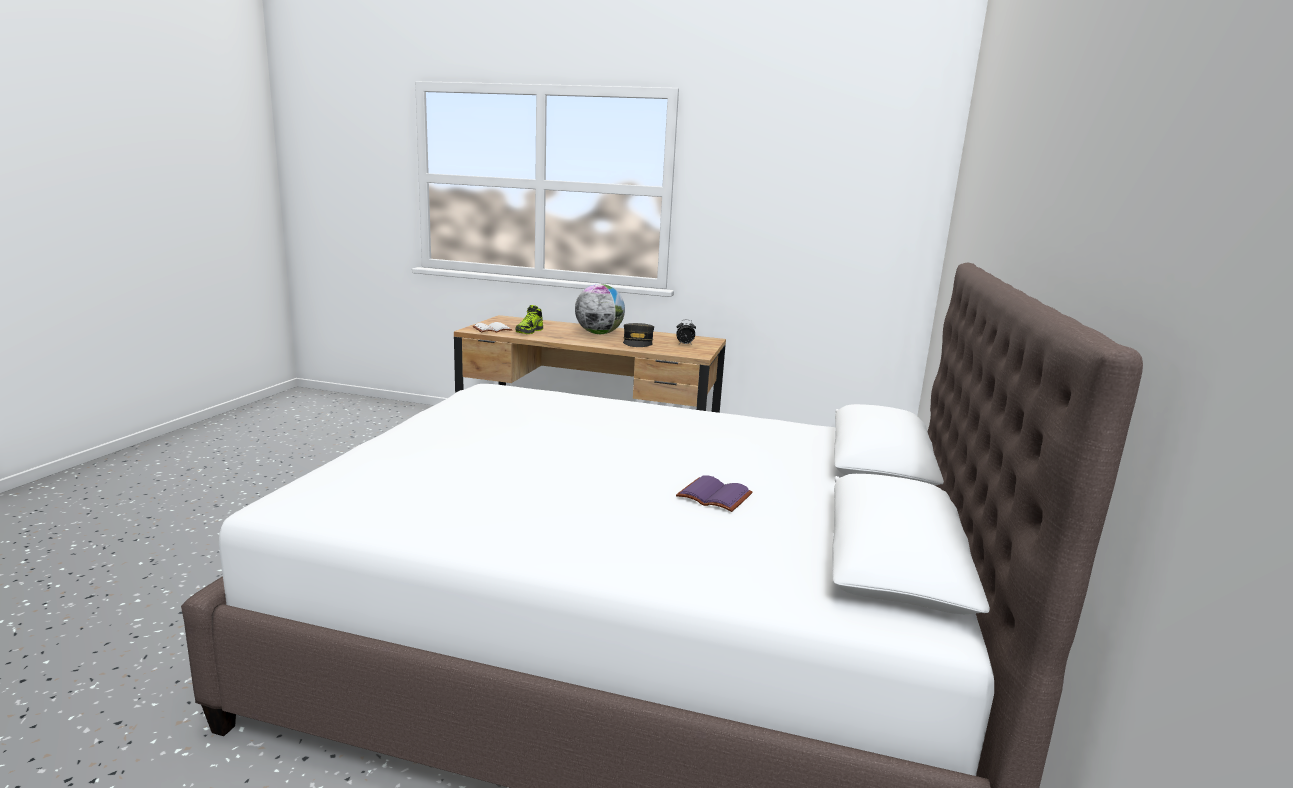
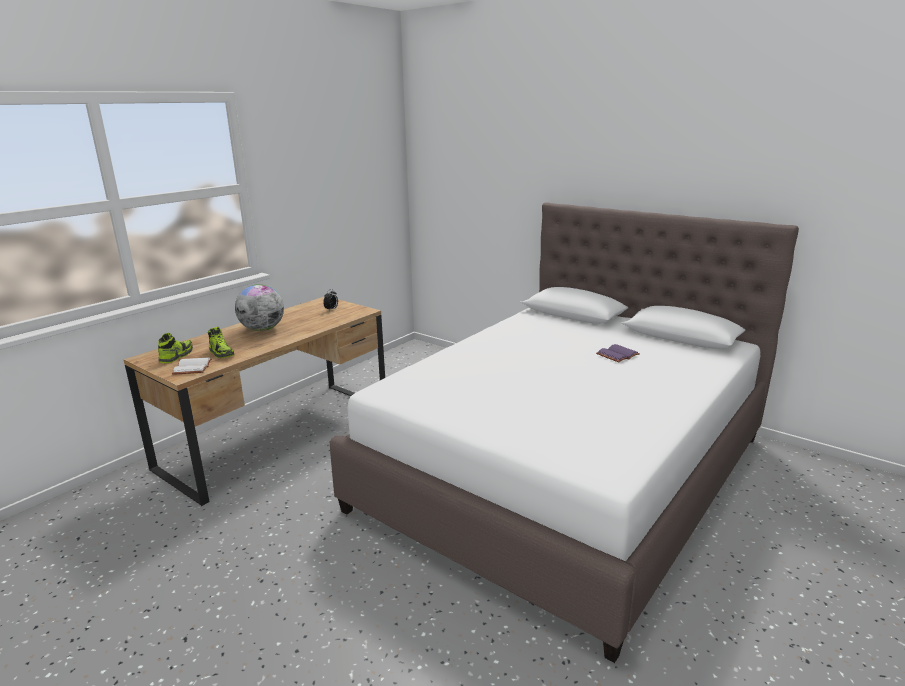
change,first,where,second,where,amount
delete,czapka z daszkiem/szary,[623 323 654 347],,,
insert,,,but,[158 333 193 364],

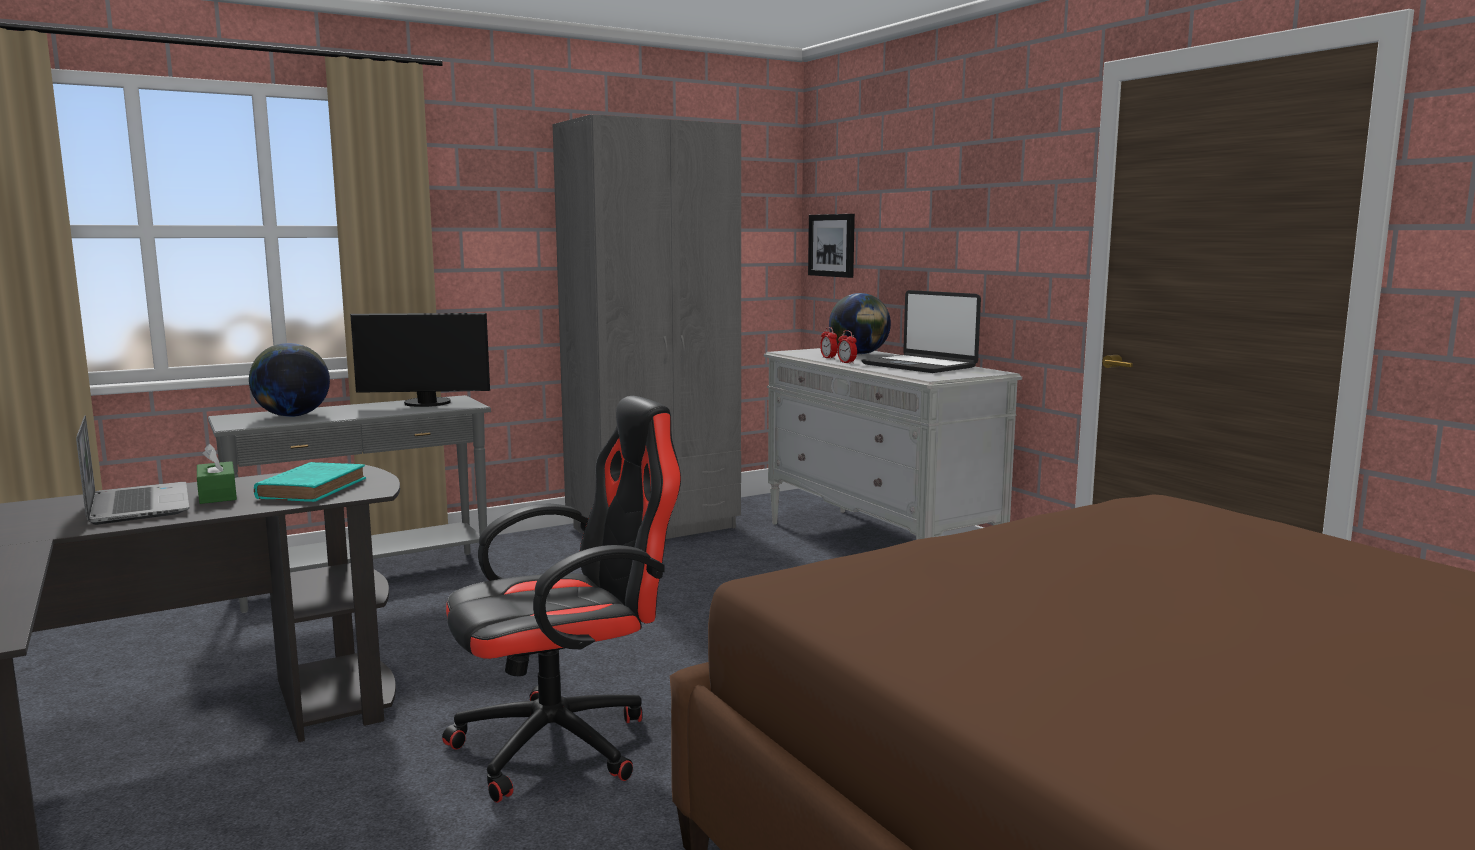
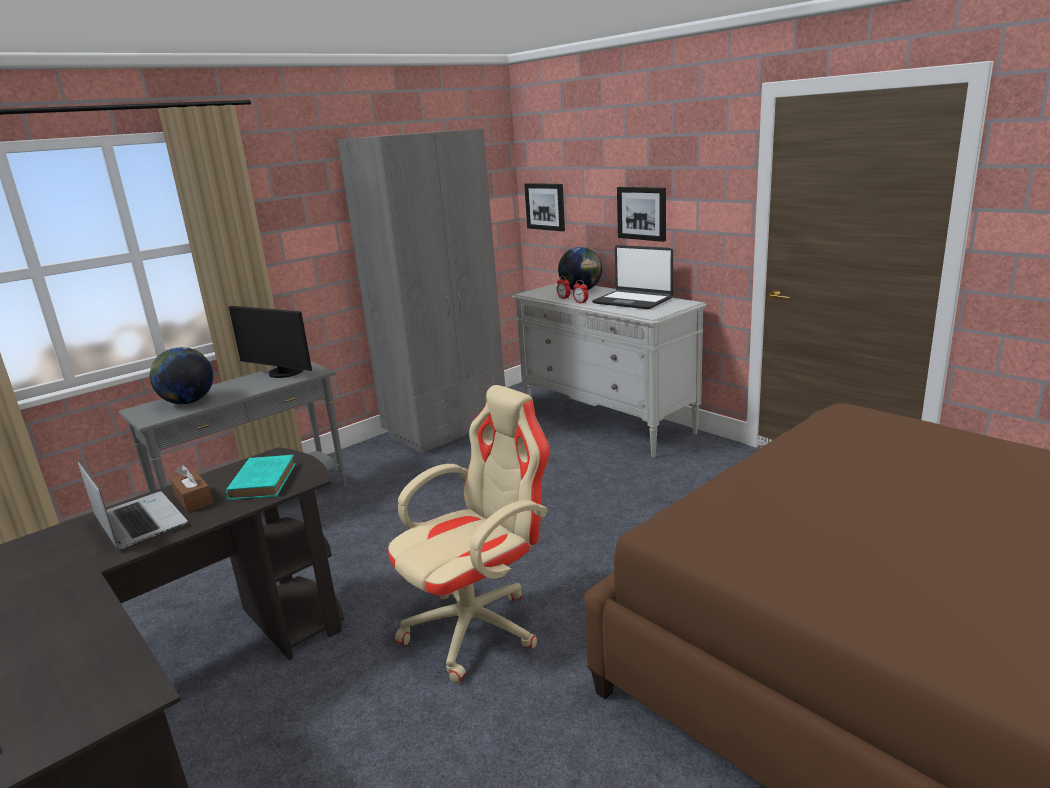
change,first,where,second,where,amount
recolor,pudełko chusteczek/zielony,[197 444 237 504],pudełko chusteczek/brązowy,[170 465 213 512],
rotate,monitor,[350 313 490 407],,[229 306 312 378],45 degrees clockwise
recolor,krzesło biurowe/czarny,[442 396 681 803],krzesło biurowe/beżowy,[388 385 549 684],
insert,,,obraz,[617 187 666 242],

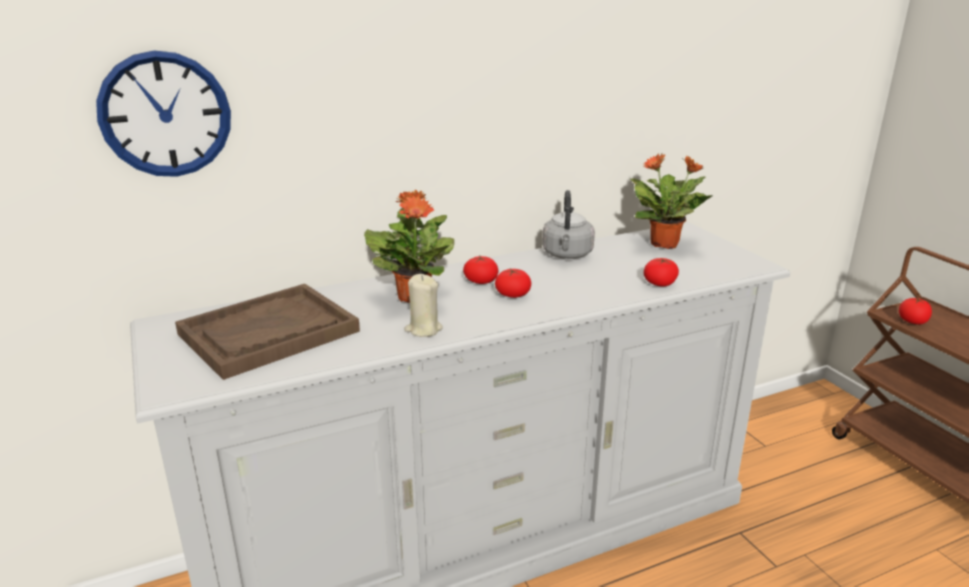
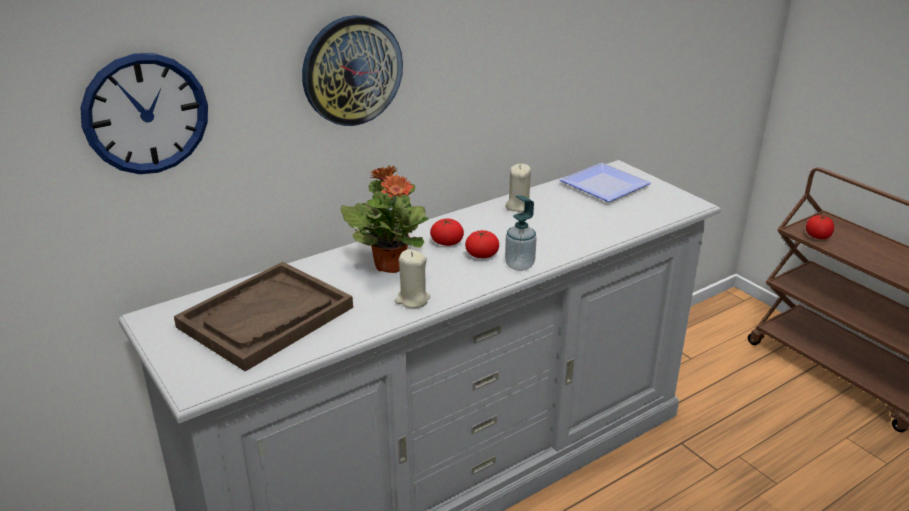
change,first,where,second,where,amount
replace,czajnik/szary,[542 190 595 259],świeca/beżowy,[505 164 531 212],
replace,roślina doniczkowa,[630 154 713 249],talerz,[559 163 651 202],
delete,pomidor,[644 258 679 286],,,
insert,,,zegar ścienny,[302 15 403 126],
insert,,,dozownik mydła,[505 195 537 271],

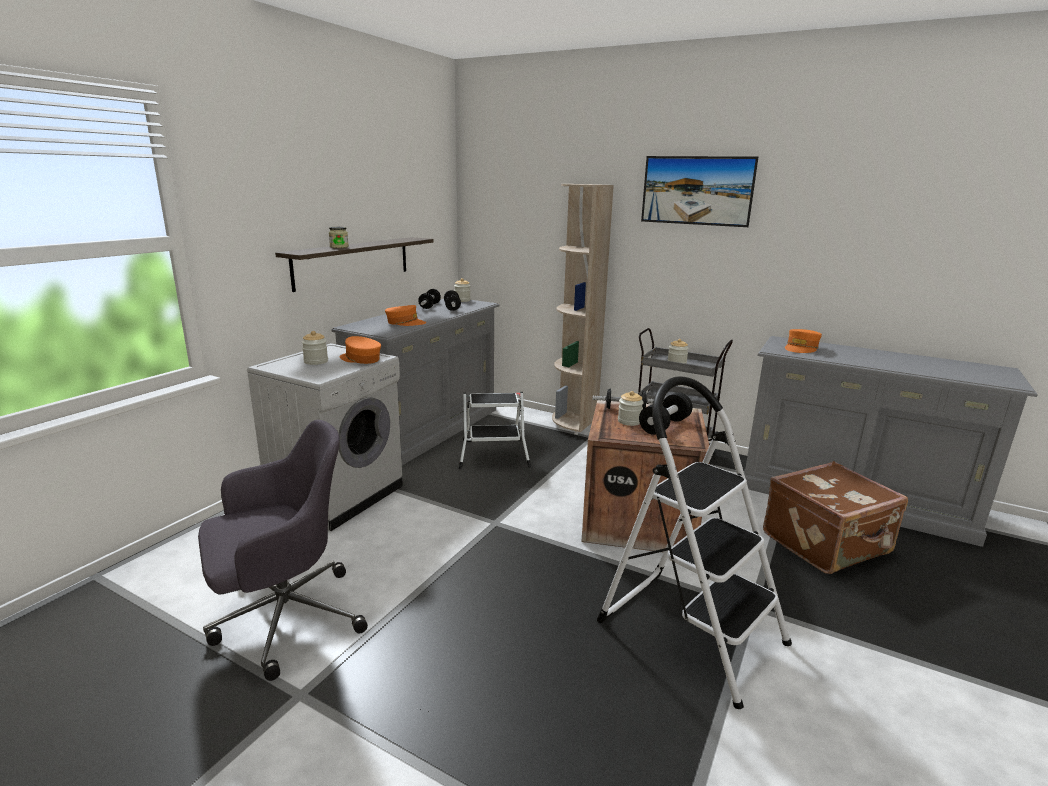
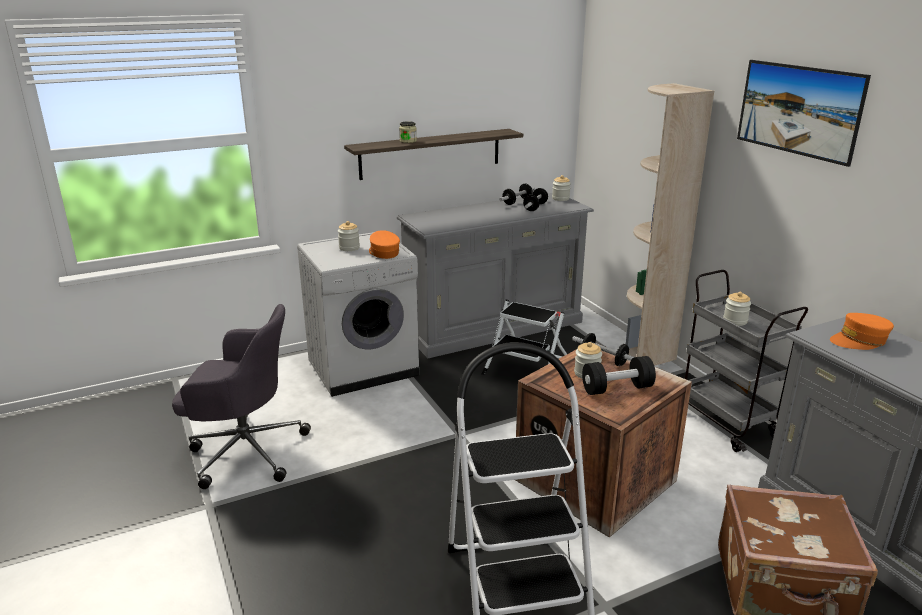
change,first,where,second,where,amount
delete,czapka z daszkiem/pomarańczowy,[385 305 427 326],,,

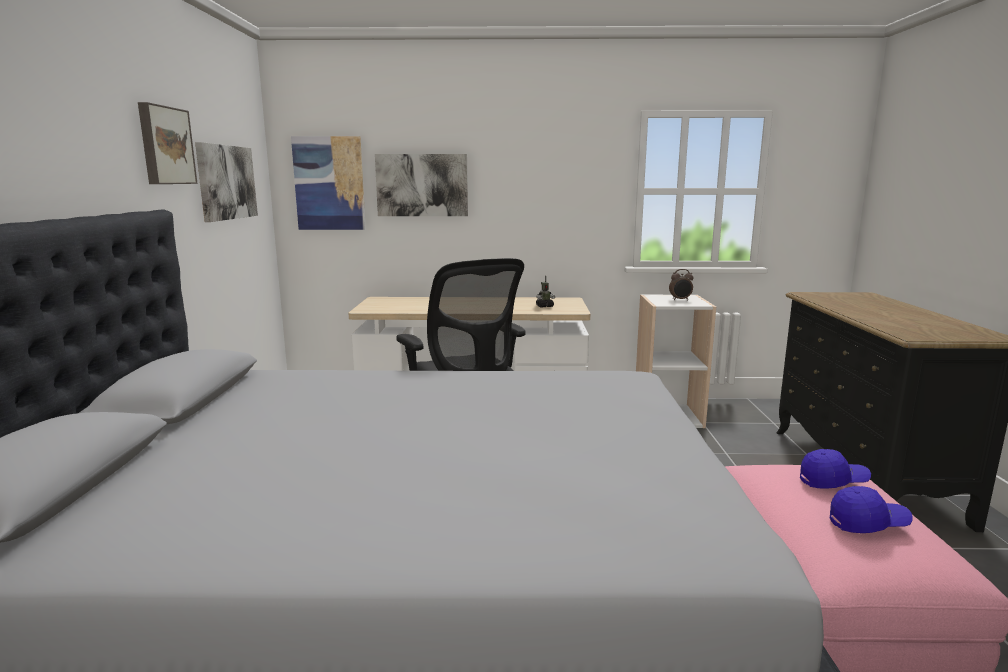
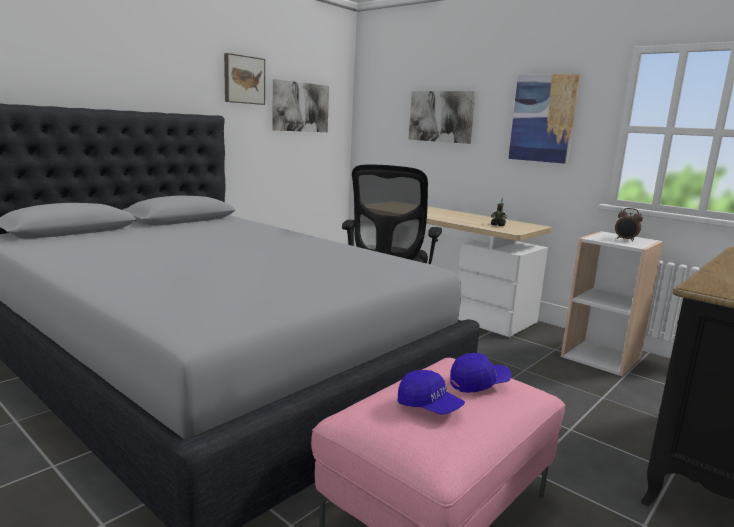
change,first,where,second,where,amount
move,obraz,[291 136 366 230],,[508 74 580 164],
rotate,czapka z daszkiem/niebieski,[800 449 871 489],,[450 353 511 393],60 degrees counterclockwise

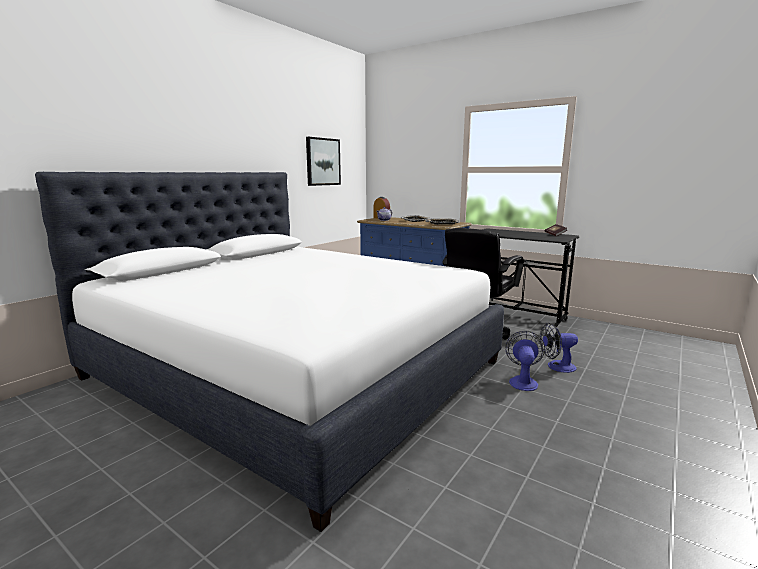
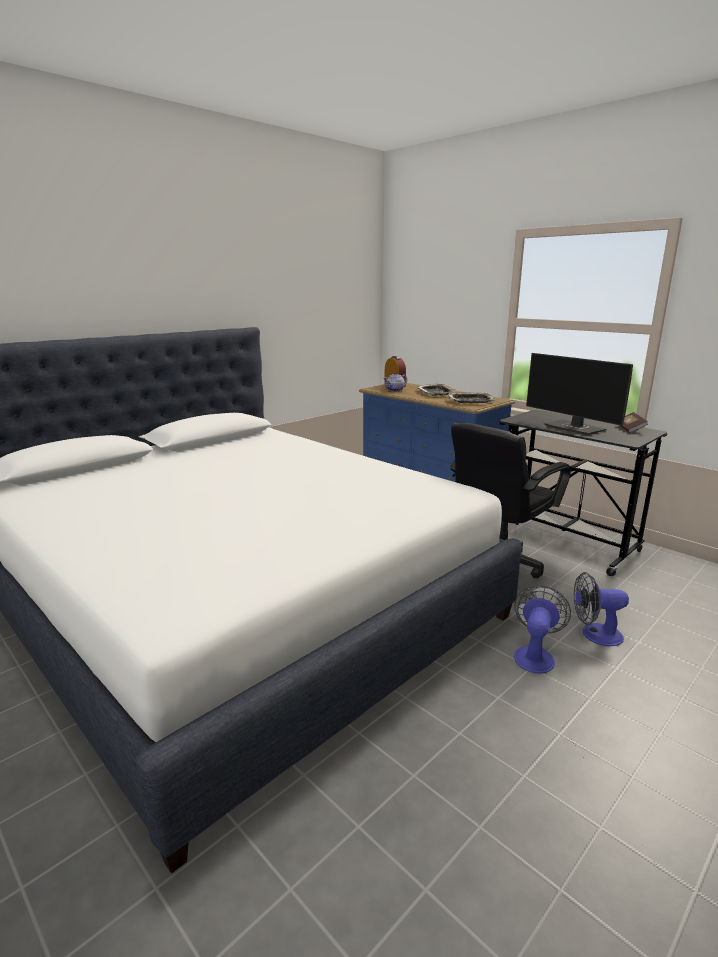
change,first,where,second,where,amount
delete,obraz,[306 137 341 186],,,
insert,,,monitor,[526 353 633 435],

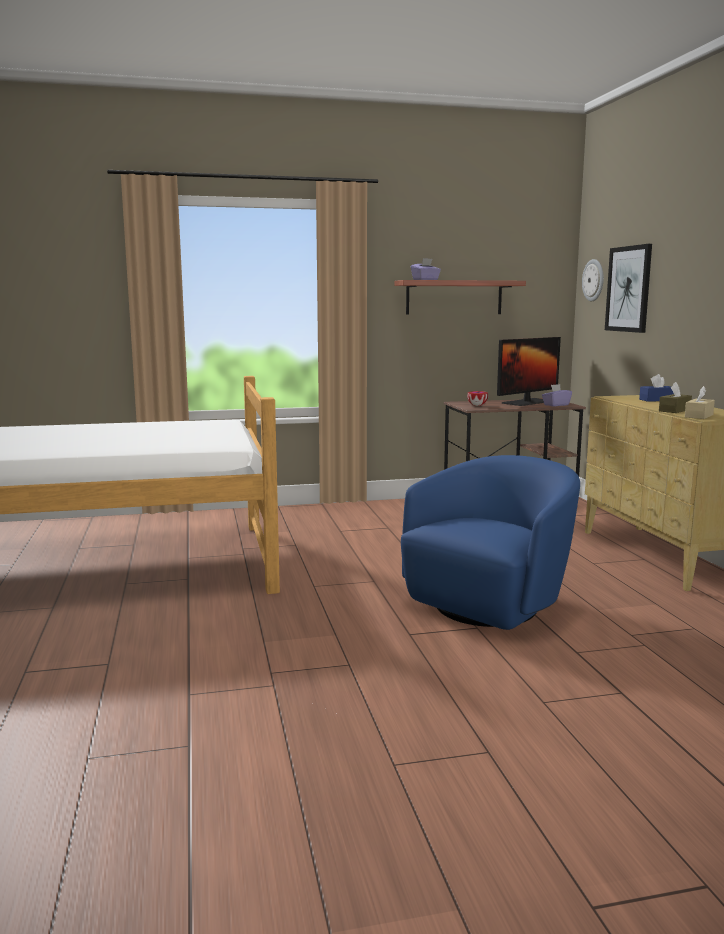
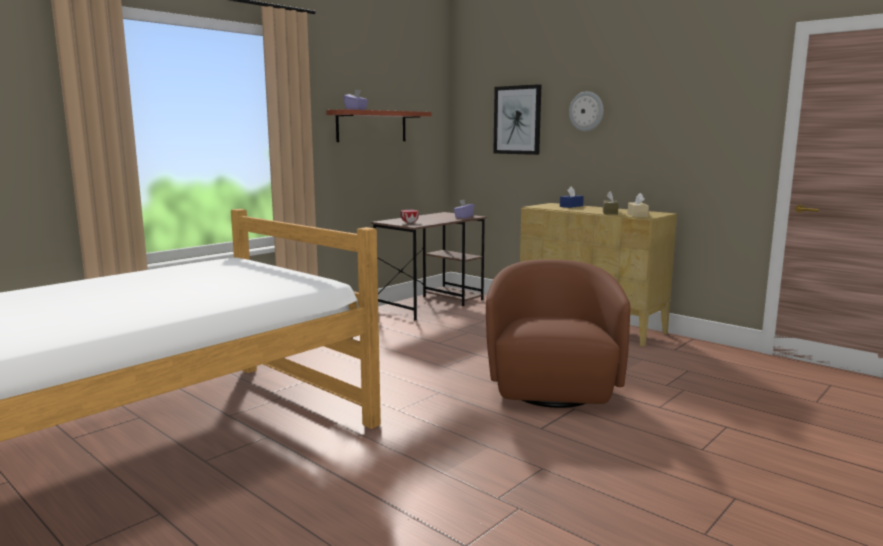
change,first,where,second,where,amount
recolor,fotel/niebieski,[401 455 580 630],fotel/brązowy,[486 259 631 408],
delete,monitor,[497 337 561 406],,,
move,zegar ścienny,[582 259 604 301],,[569 91 603 131],

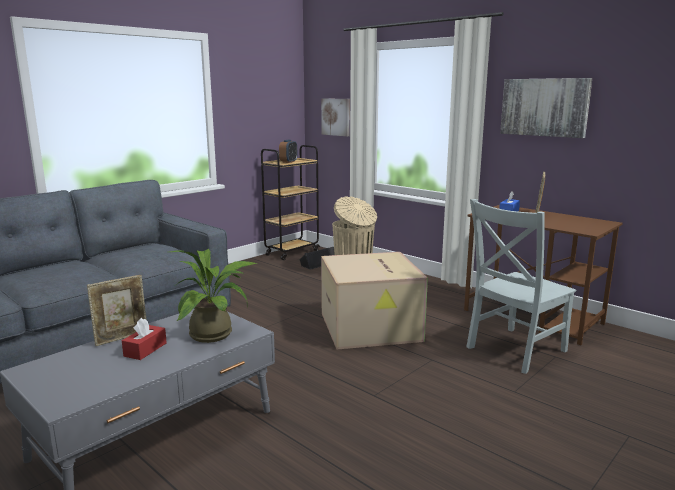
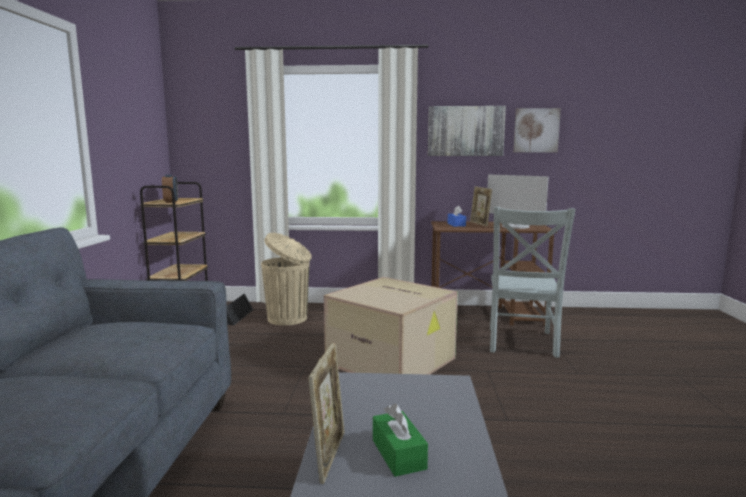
change,first,where,second,where,amount
recolor,pudełko chusteczek/czerwony,[122 318 167 360],pudełko chusteczek/zielony,[373 404 428 477],
delete,roślina doniczkowa,[170 249 258 343],,,
move,obraz,[321 98 350 136],,[514 108 561 152],
insert,,,monitor,[487 175 549 229],

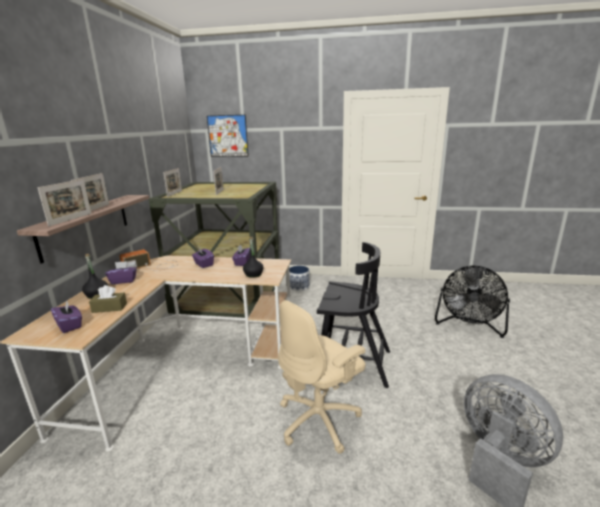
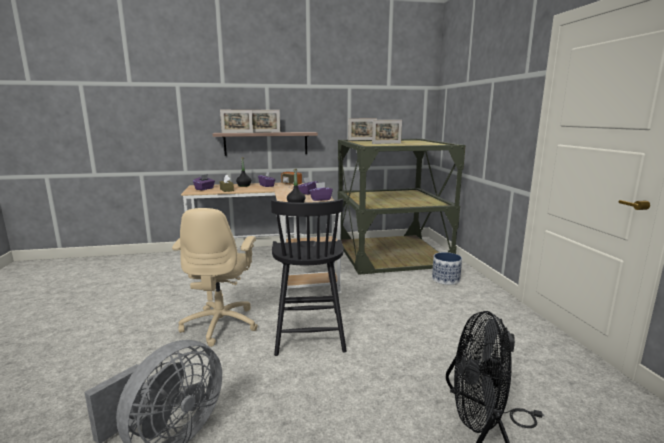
change,first,where,second,where,amount
delete,obraz,[207 115 249 157],,,
rotate,krzesło biurowe/beżowy,[278 300 366 454],,[172 208 258 347],120 degrees counterclockwise

